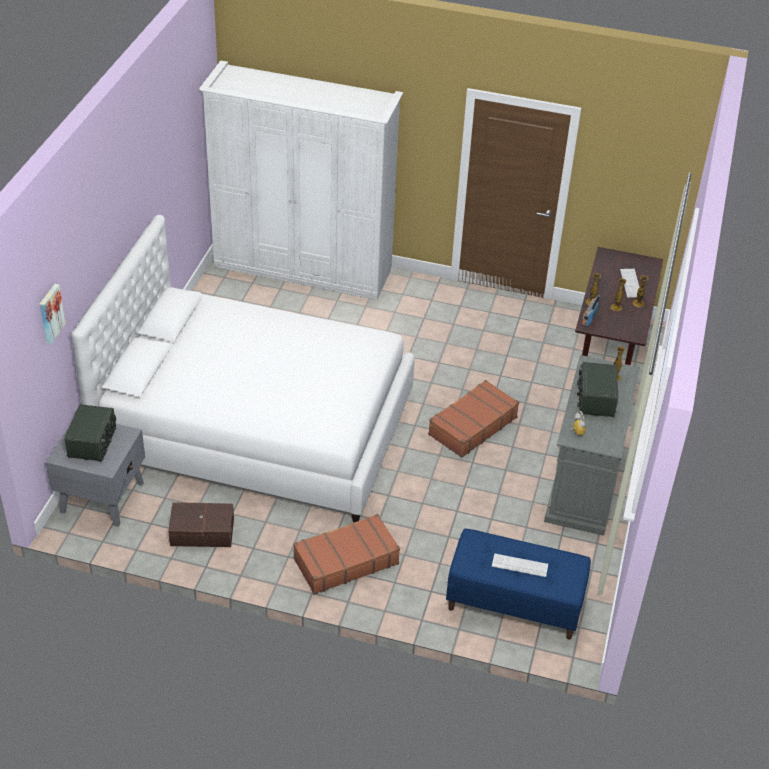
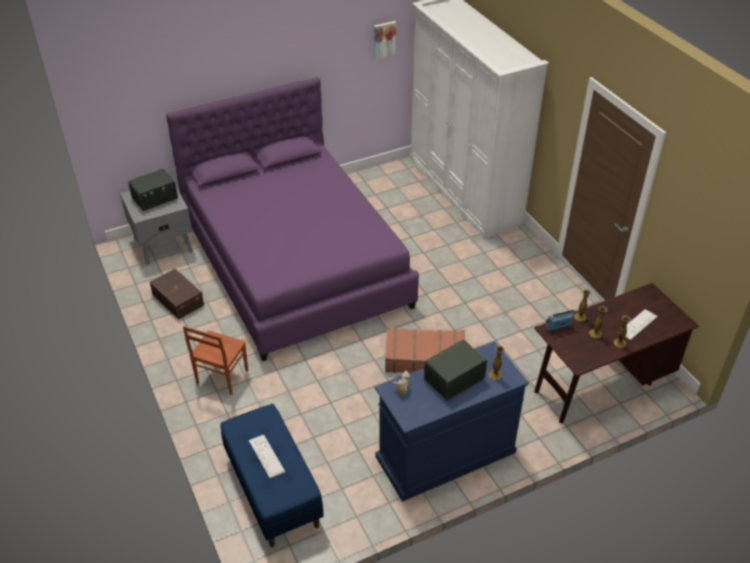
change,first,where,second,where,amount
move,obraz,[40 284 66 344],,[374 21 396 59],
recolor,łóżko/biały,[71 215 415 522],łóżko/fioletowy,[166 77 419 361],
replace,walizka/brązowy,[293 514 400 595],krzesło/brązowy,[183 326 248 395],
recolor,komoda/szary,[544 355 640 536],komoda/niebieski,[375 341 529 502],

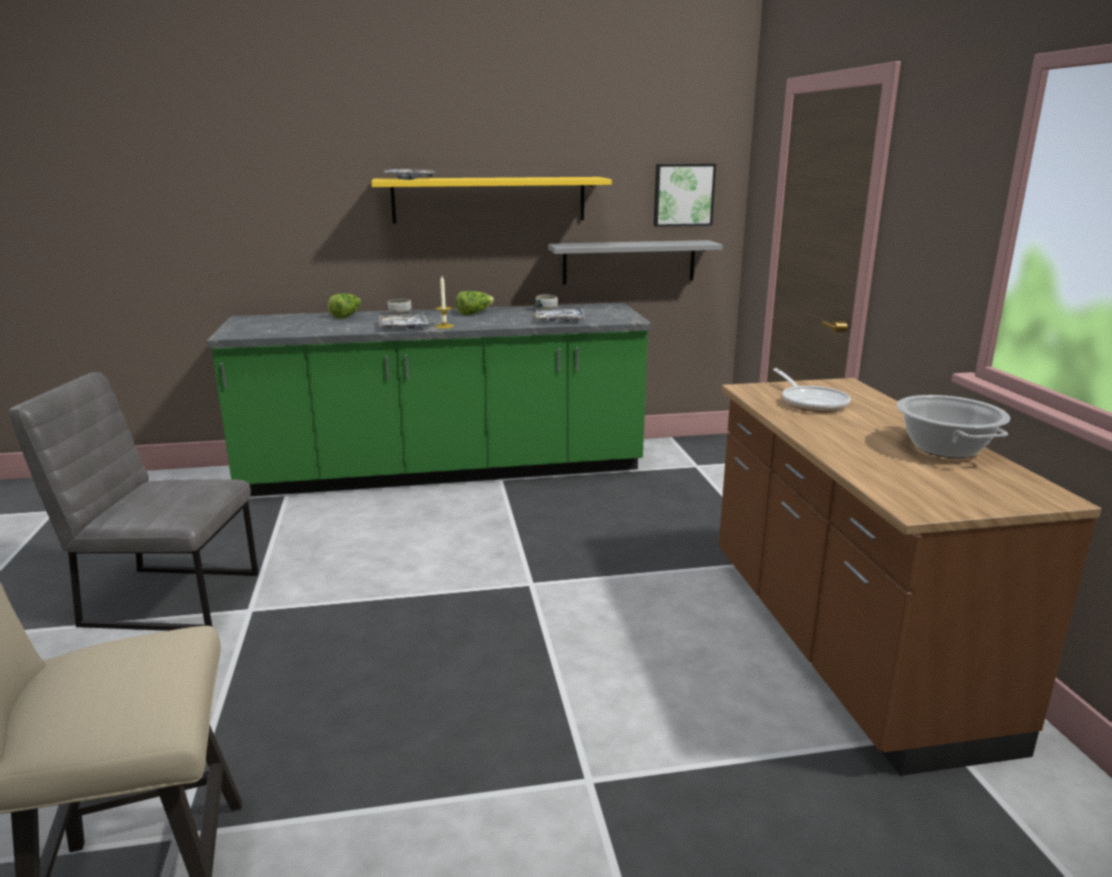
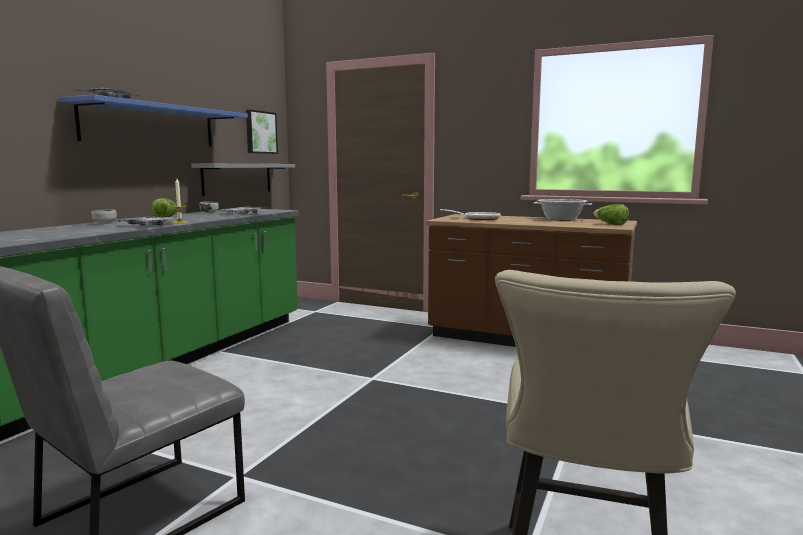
change,first,where,second,where,amount
move,sałata,[327 293 361 319],,[593 204 629 225],
recolor,półka/żółty,[371 177 612 223],półka/niebieski,[59 95 248 146],

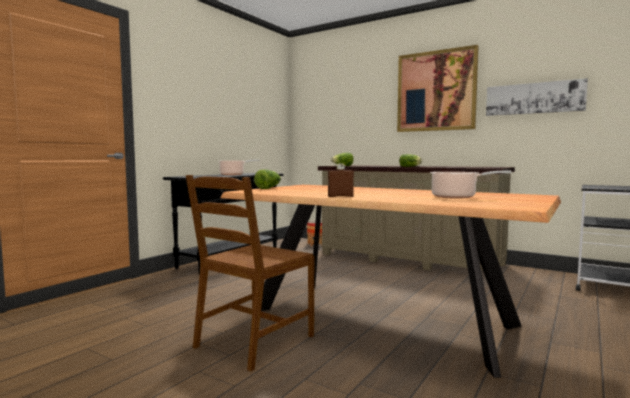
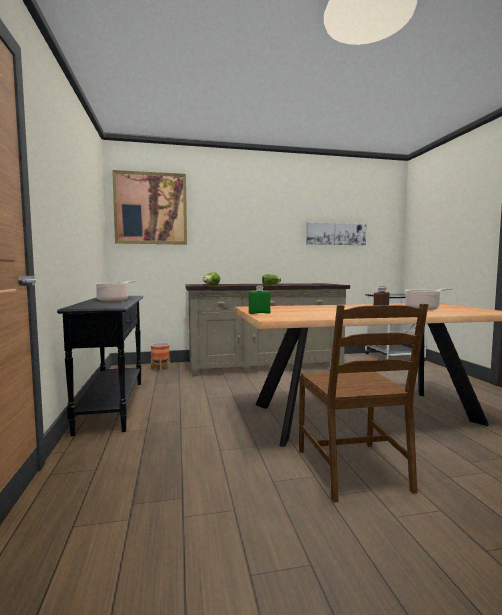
change,first,where,second,where,amount
replace,sałata,[254 170 281 189],butelka/zielony,[249 286 270 314],
move,obraz,[397 45 479 132],,[112 170 187 245],

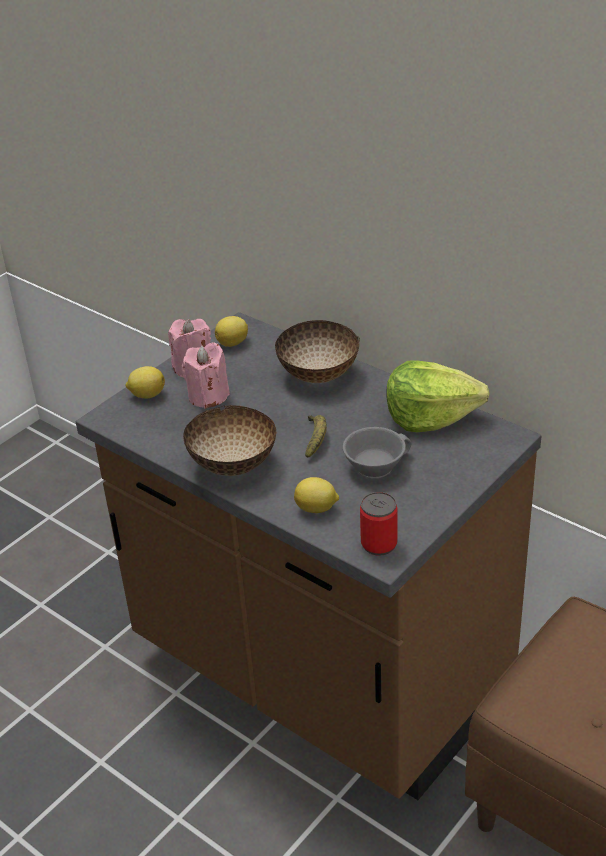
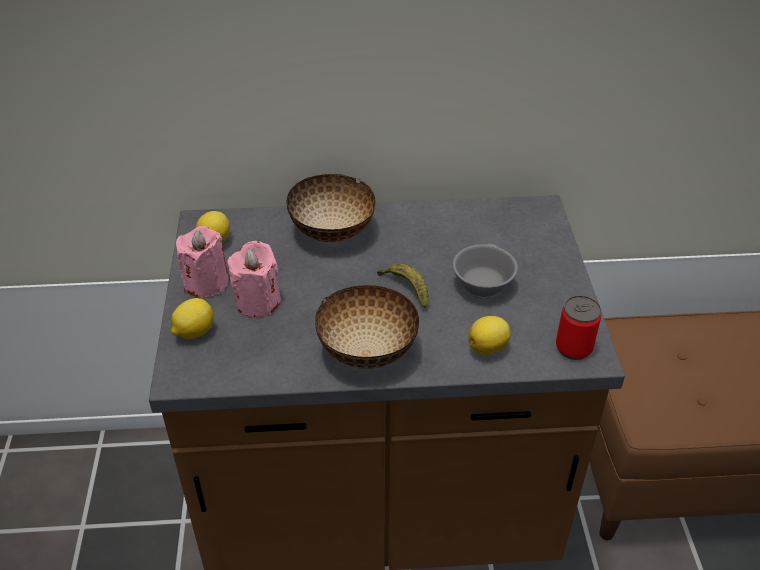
change,first,where,second,where,amount
delete,sałata,[387 360 490 432],,,

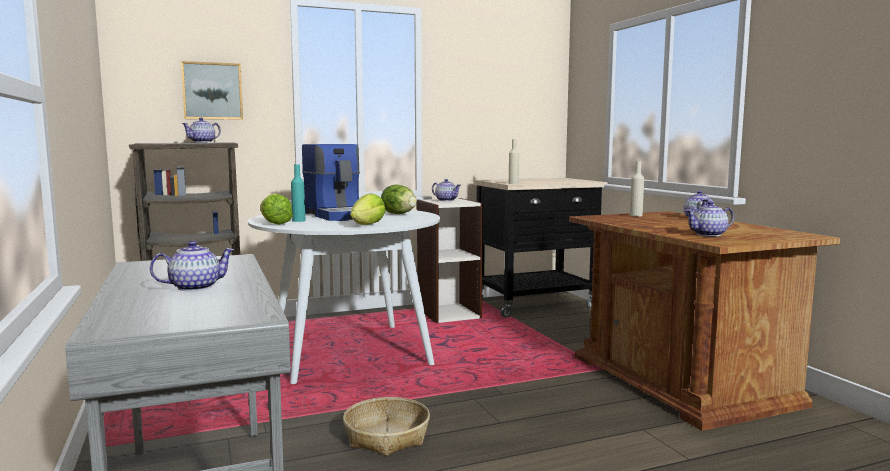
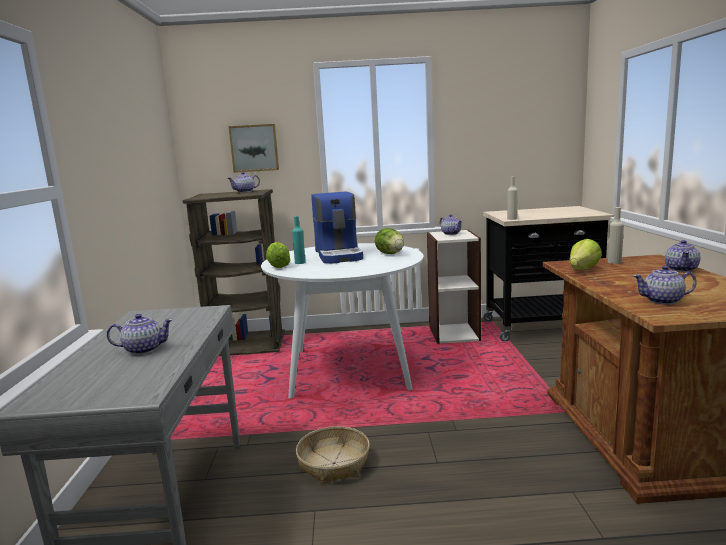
change,first,where,second,where,amount
move,sałata,[351 194 386 225],,[569 239 602 270],

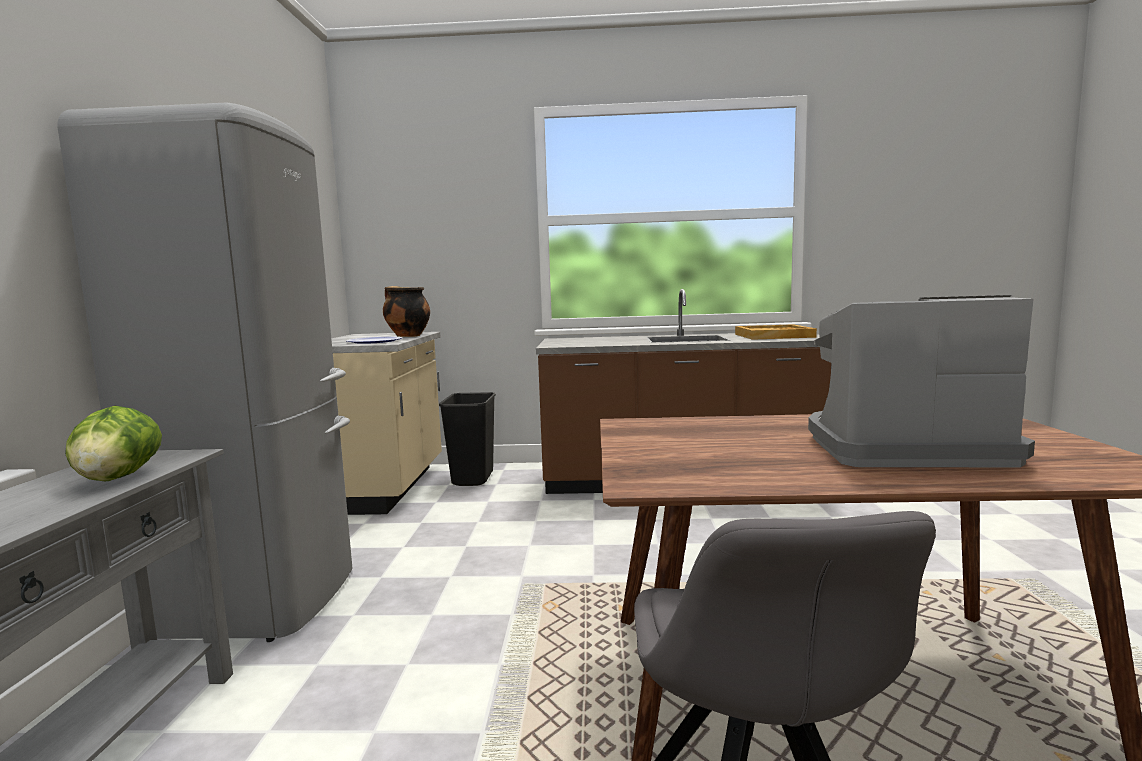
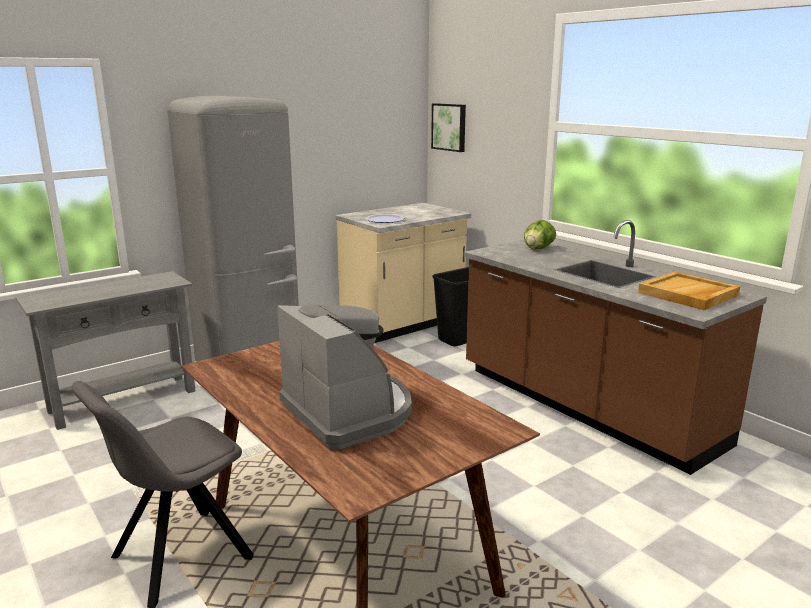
change,first,where,second,where,amount
move,sałata,[65 406 162 481],,[524 220 556 249],
delete,garnek,[383 286 430 337],,,
insert,,,obraz,[431 103 466 152],

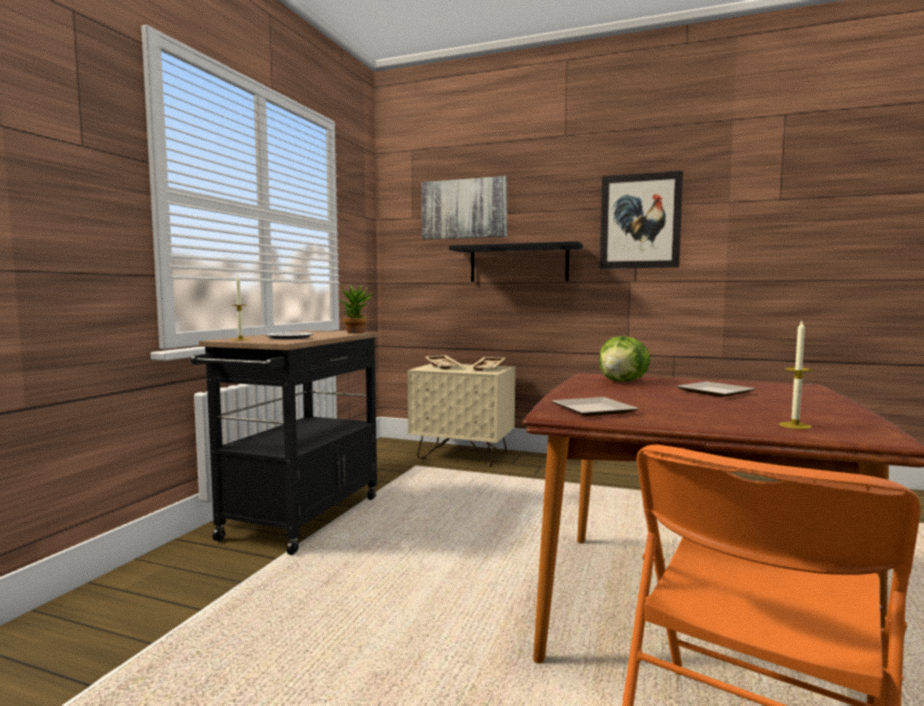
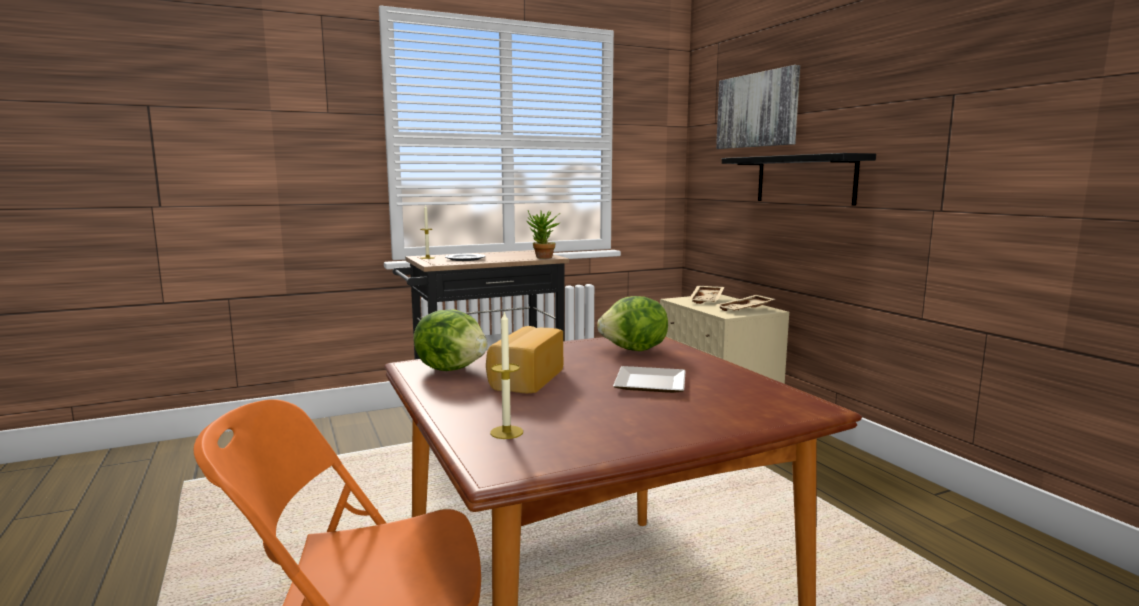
change,first,where,second,where,amount
replace,talerz,[552 397 639 416],sałata,[413 309 488 371],
delete,obraz,[600 171 683 269],,,
insert,,,chleb,[486 326 563 393],

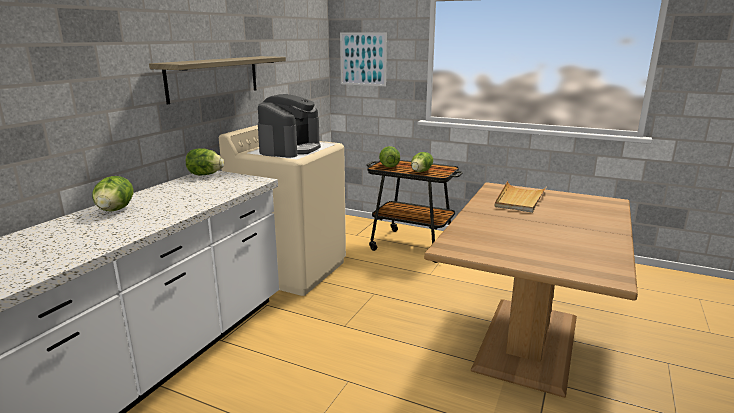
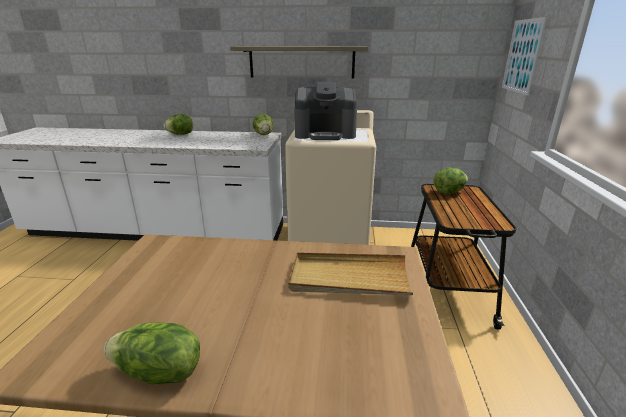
change,first,where,second,where,amount
move,sałata,[411 152 433 172],,[104 322 200 384],

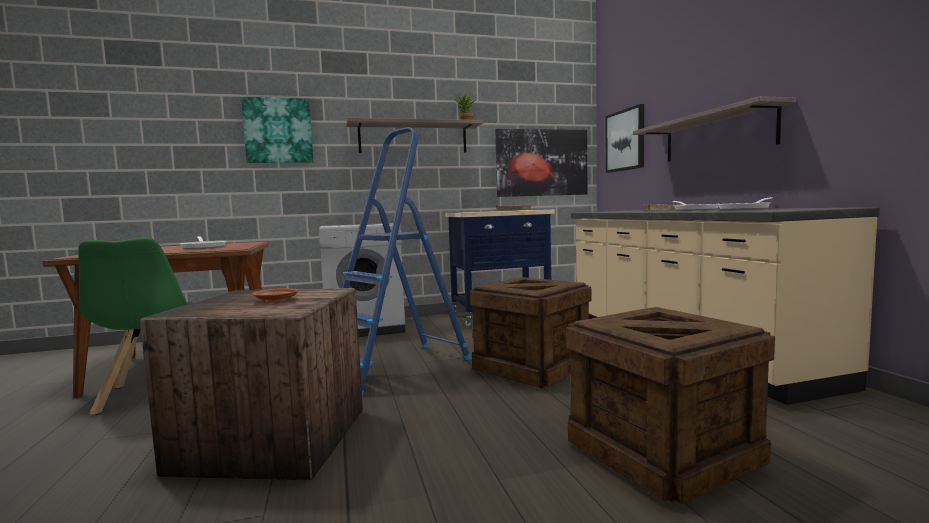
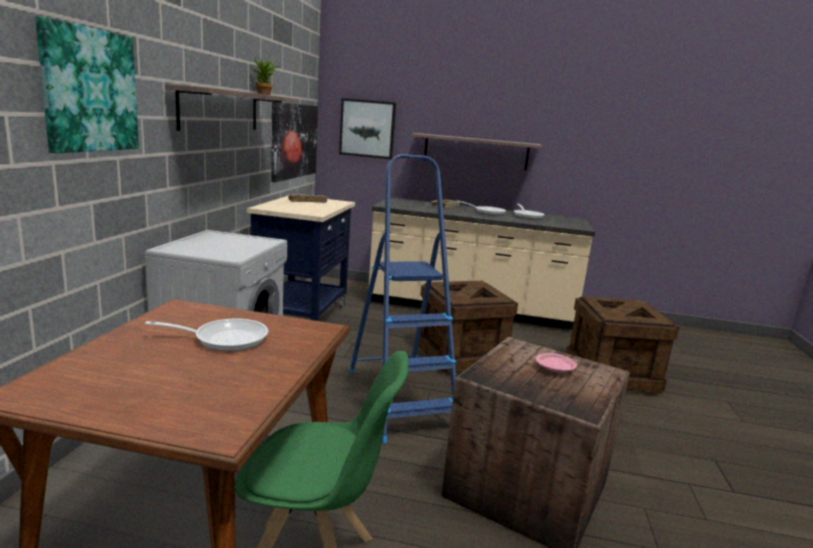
change,first,where,second,where,amount
recolor,talerz/brązowy,[252 288 299 302],talerz/różowy,[536 353 577 372],

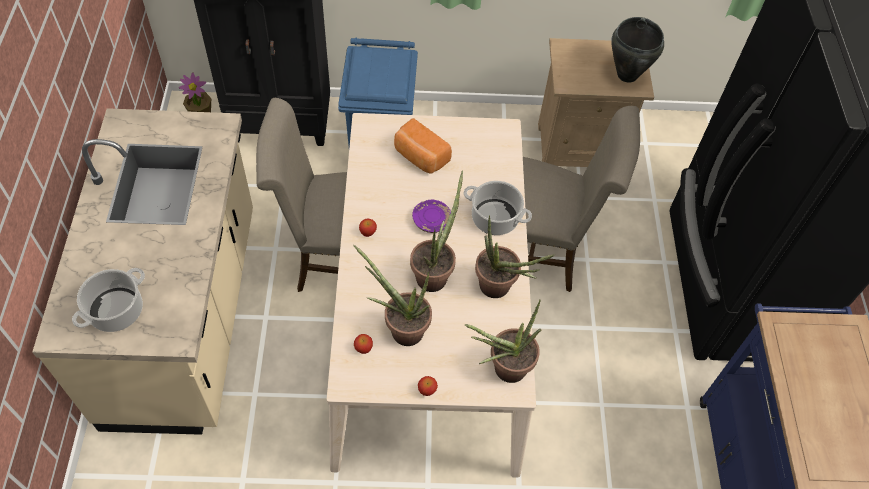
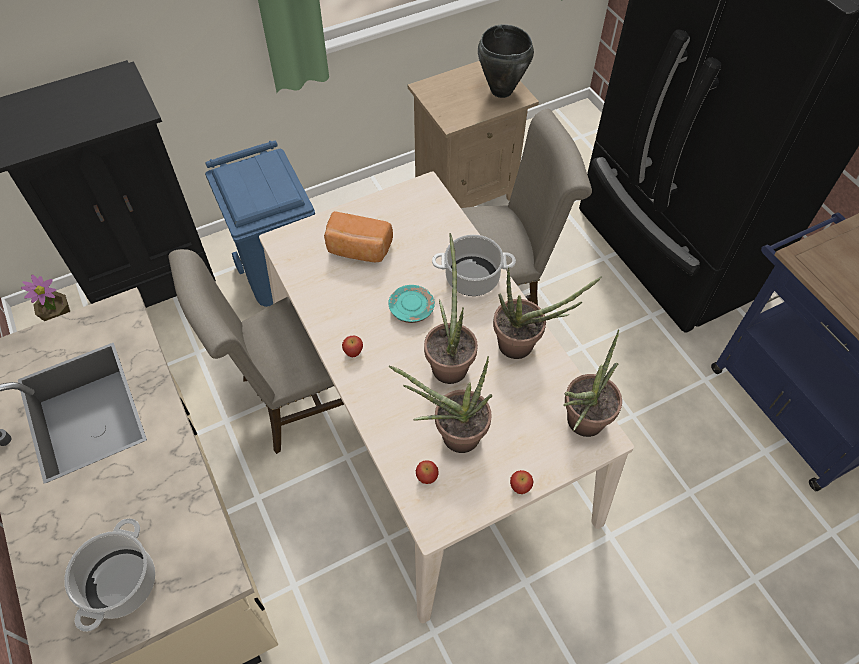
change,first,where,second,where,amount
recolor,talerz/fioletowy,[412 200 451 233],talerz/turkusowy,[388 285 435 323],

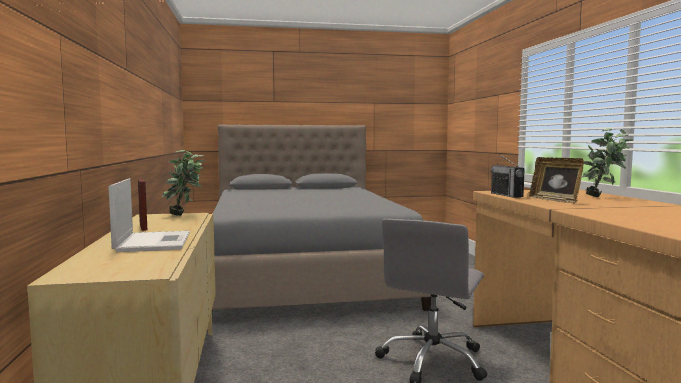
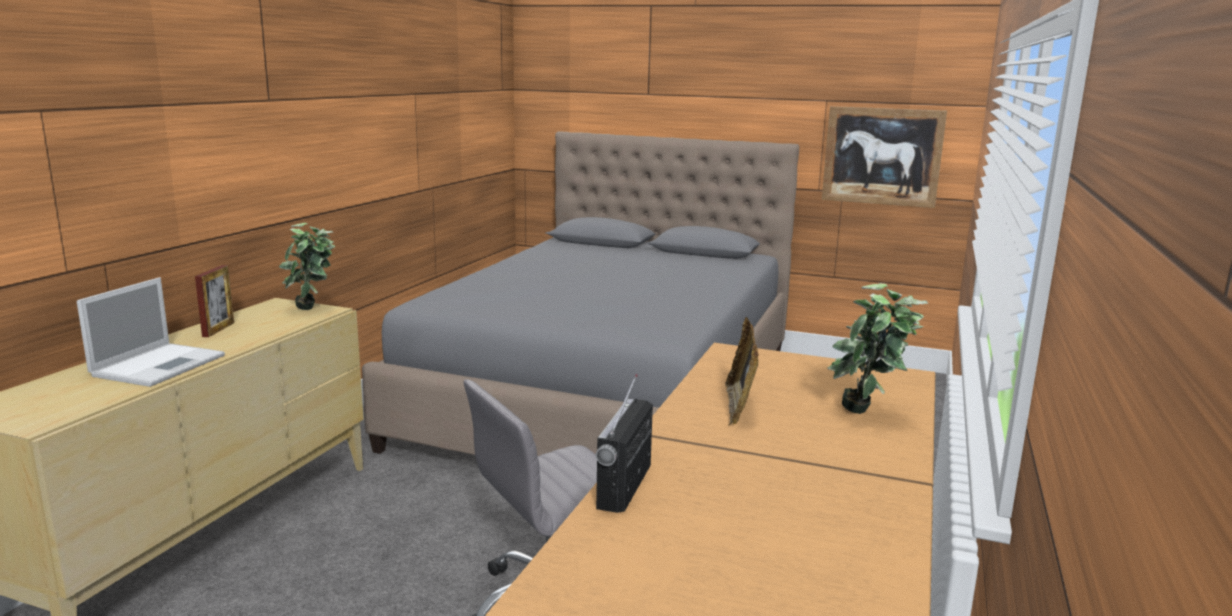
change,first,where,second,where,amount
move,radio,[491 154 525 198],,[596 374 653 513],
insert,,,obraz,[822 106 947 208],

